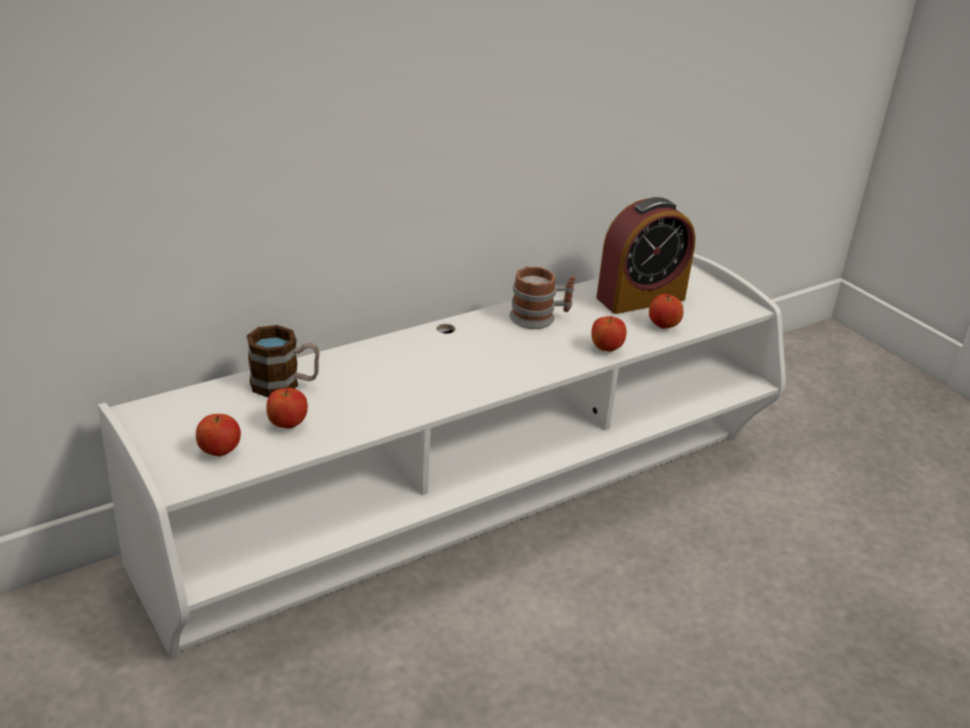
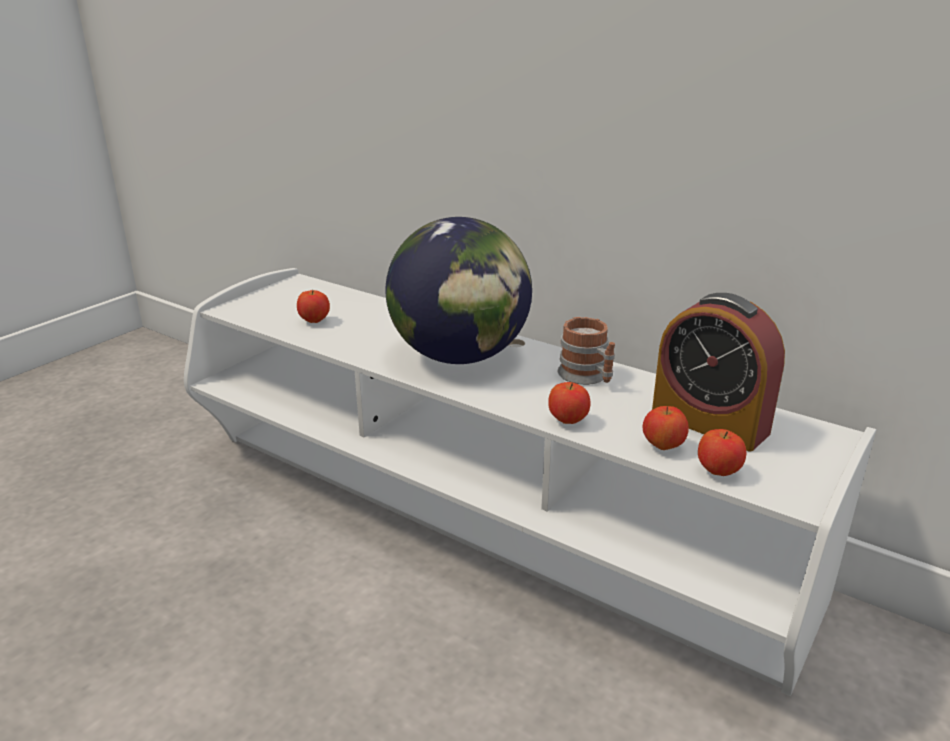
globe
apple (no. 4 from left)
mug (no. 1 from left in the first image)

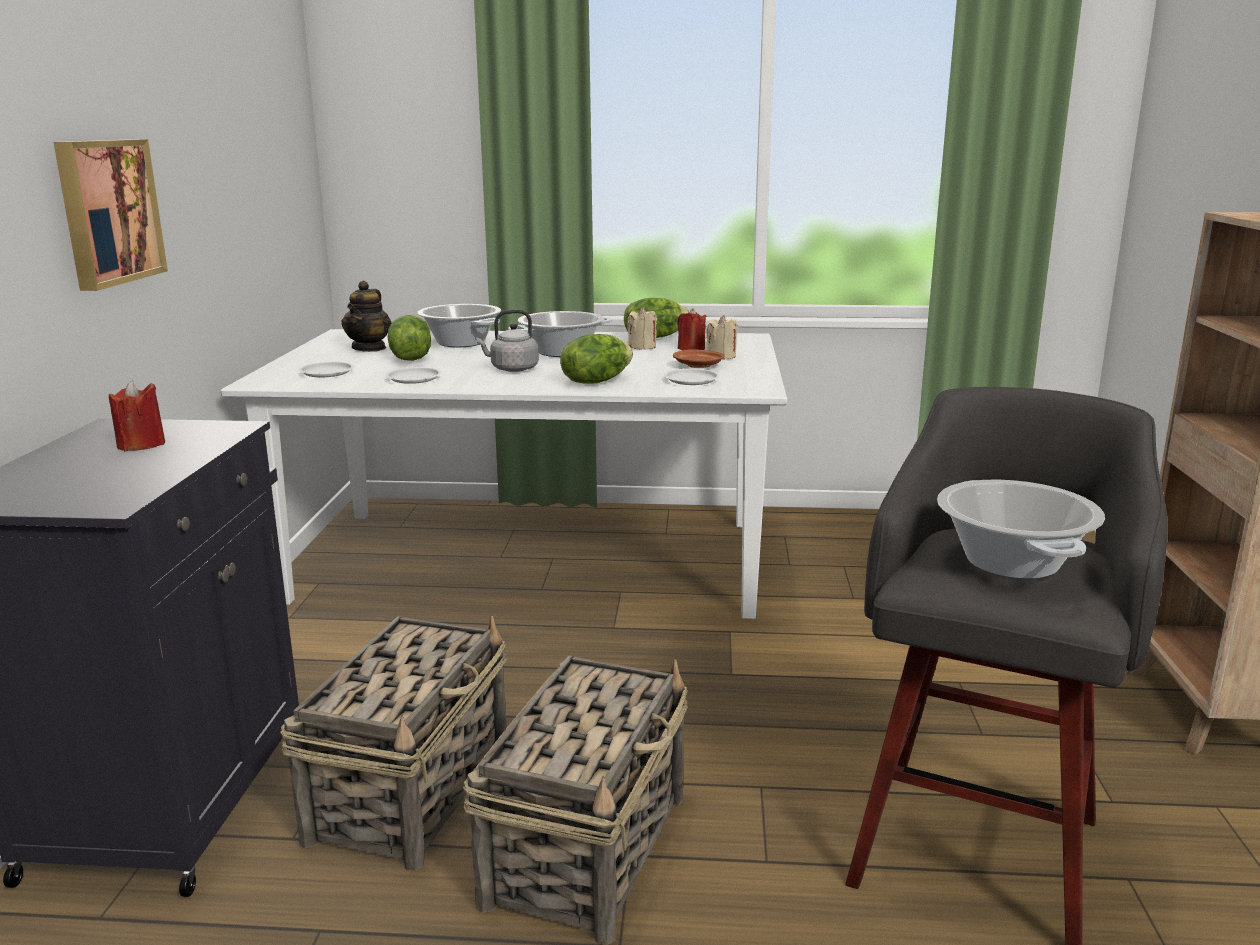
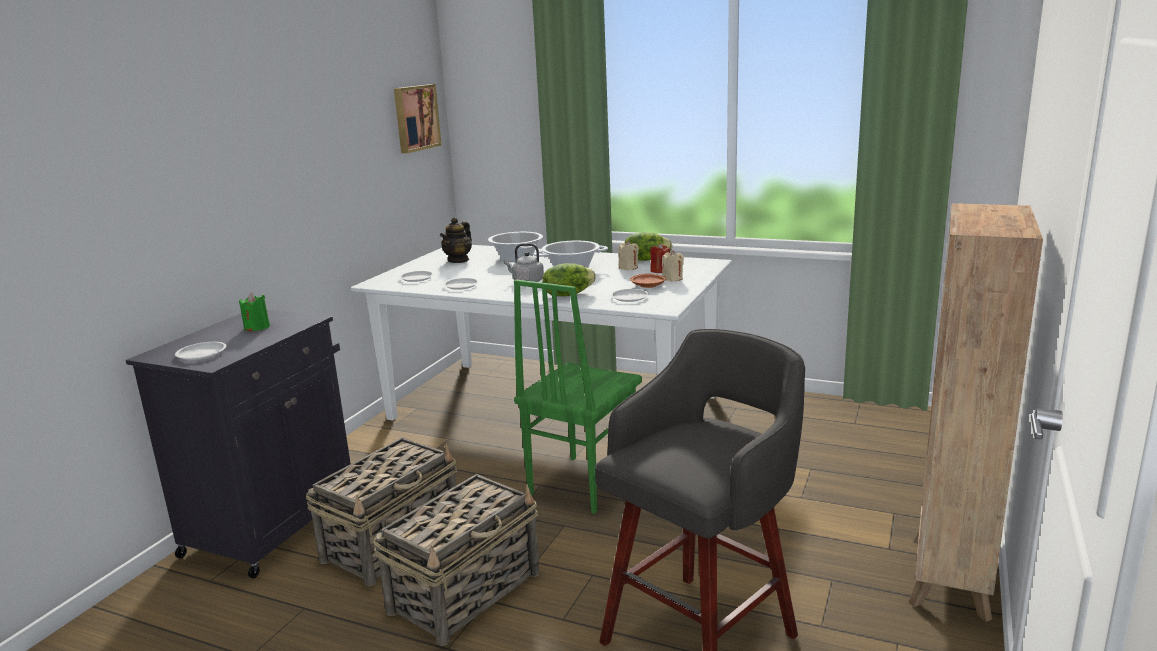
plate (white) (no. 1 from left)
candle (green)
picture
chair (green)
lettuce (no. 1 from left in the first image)
cooking pot (no. 3 from left in the first image)

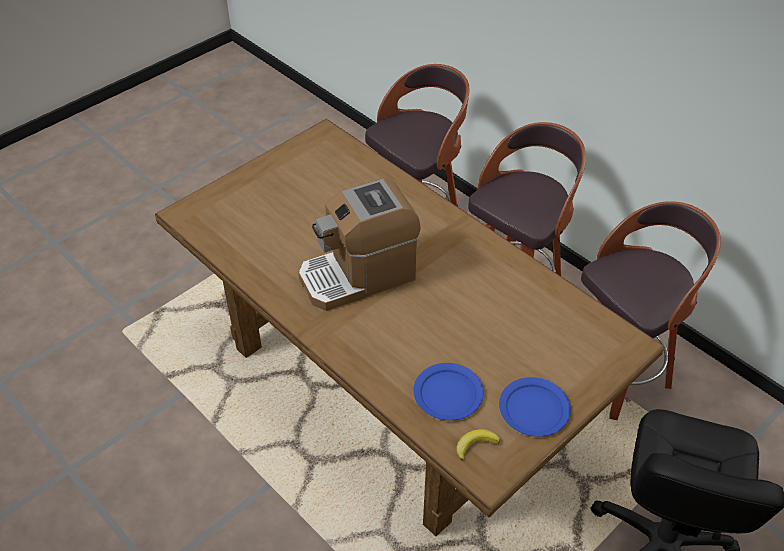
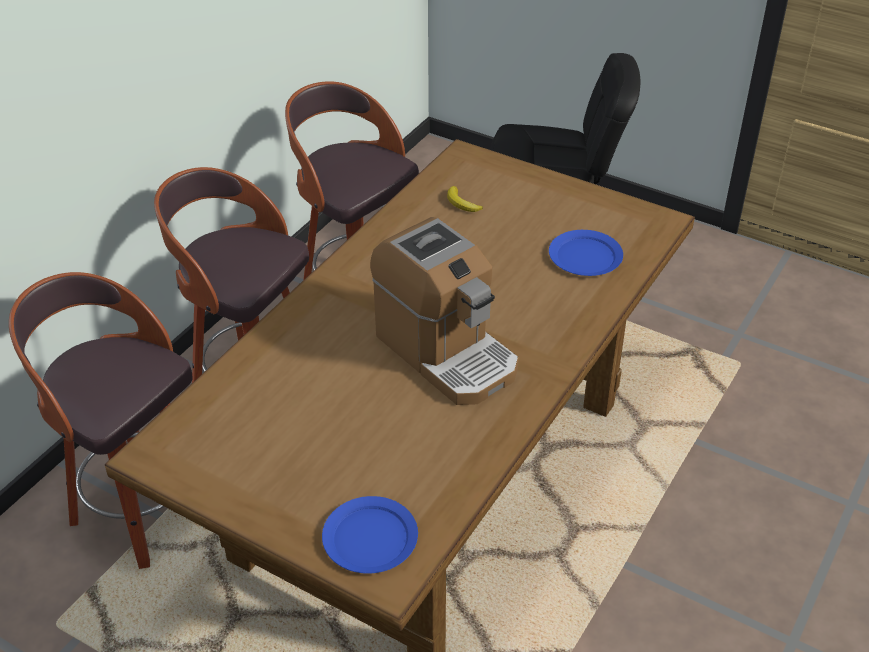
plate (blue) (no. 1 from left)
banana

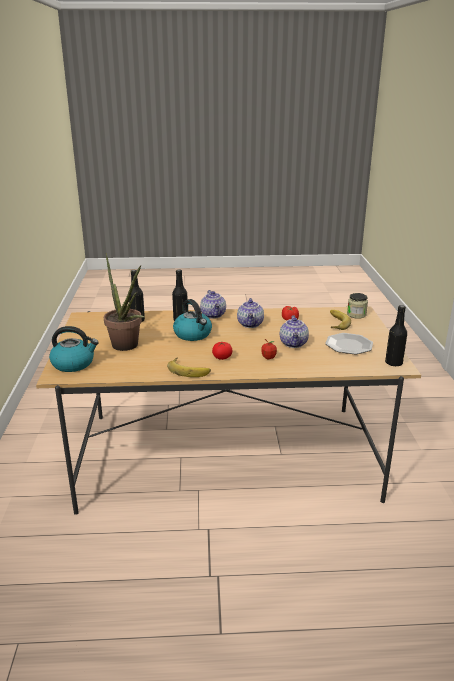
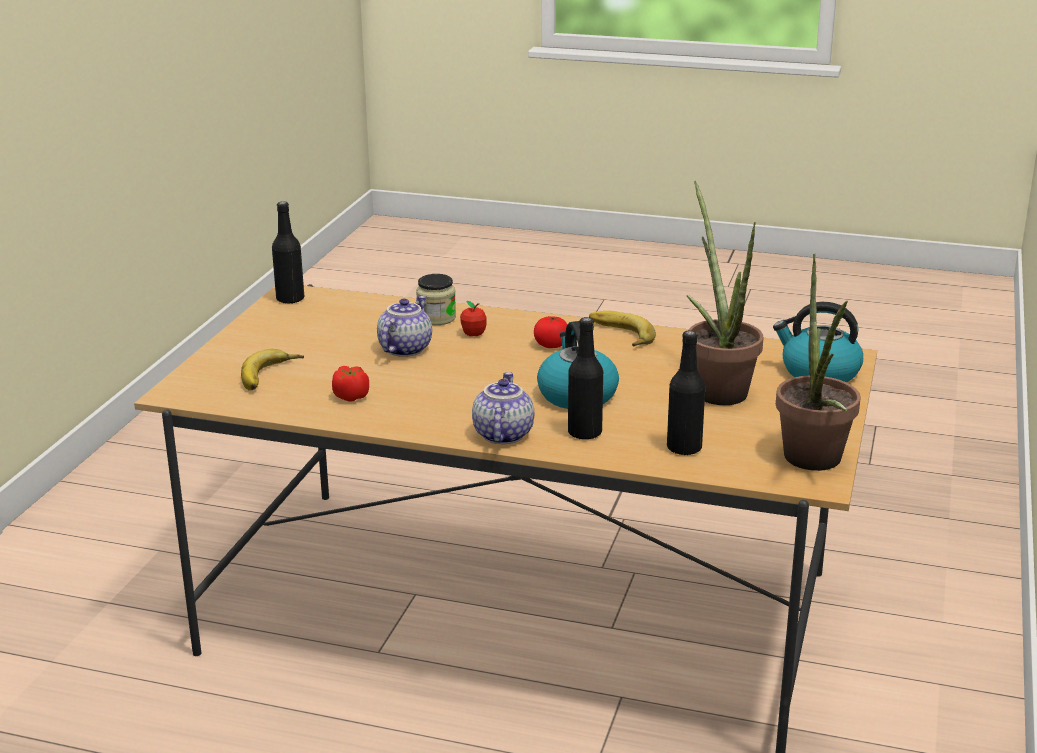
jar
potted plant (no. 2 from left)
teapot (no. 2 from left in the first image)
plate

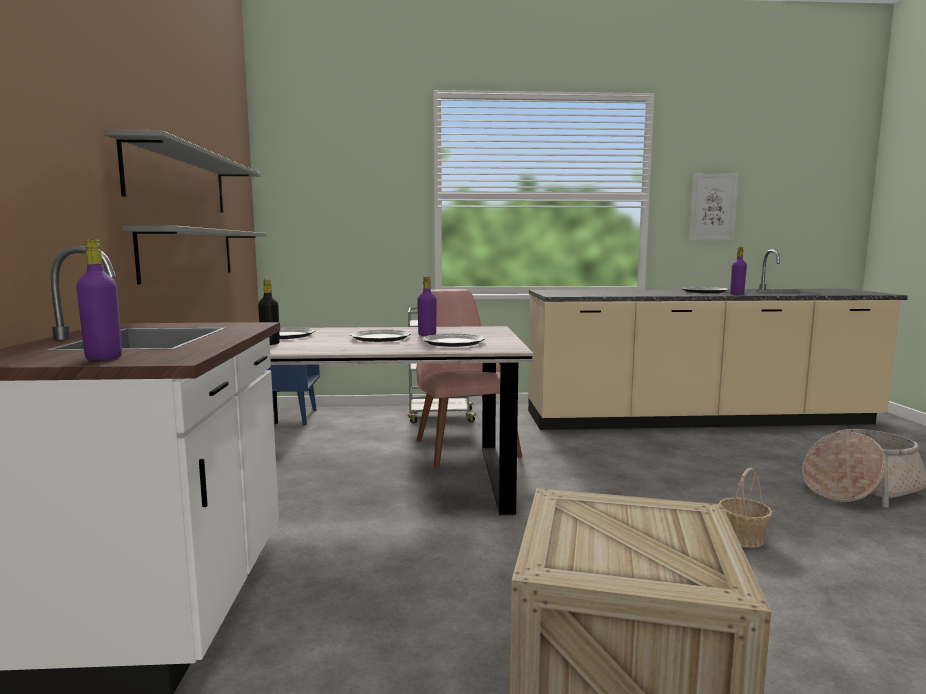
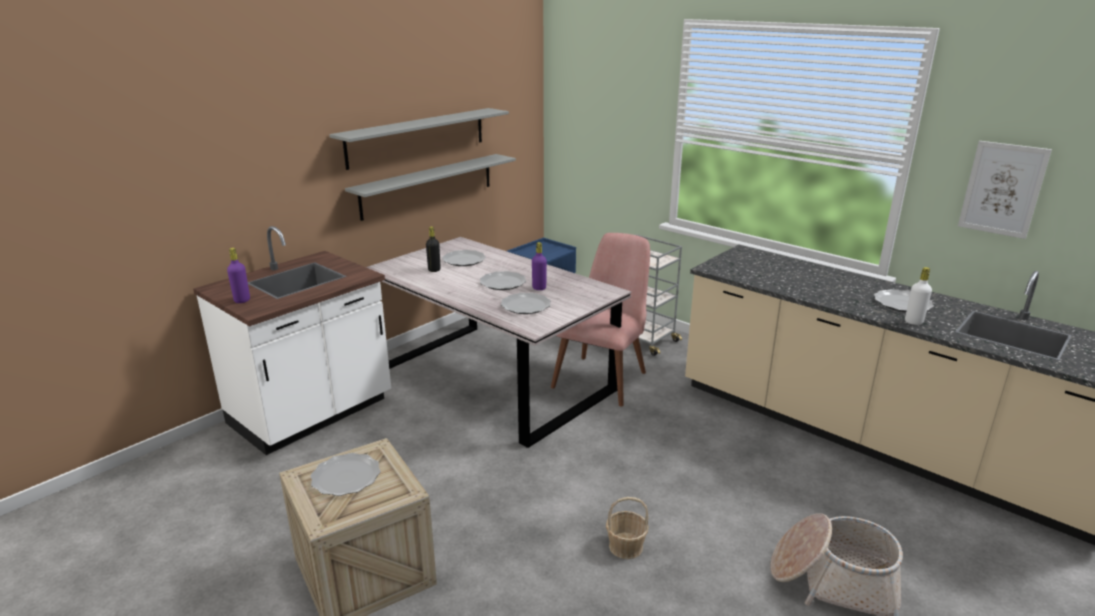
plate (no. 1 from left)
bottle (white)

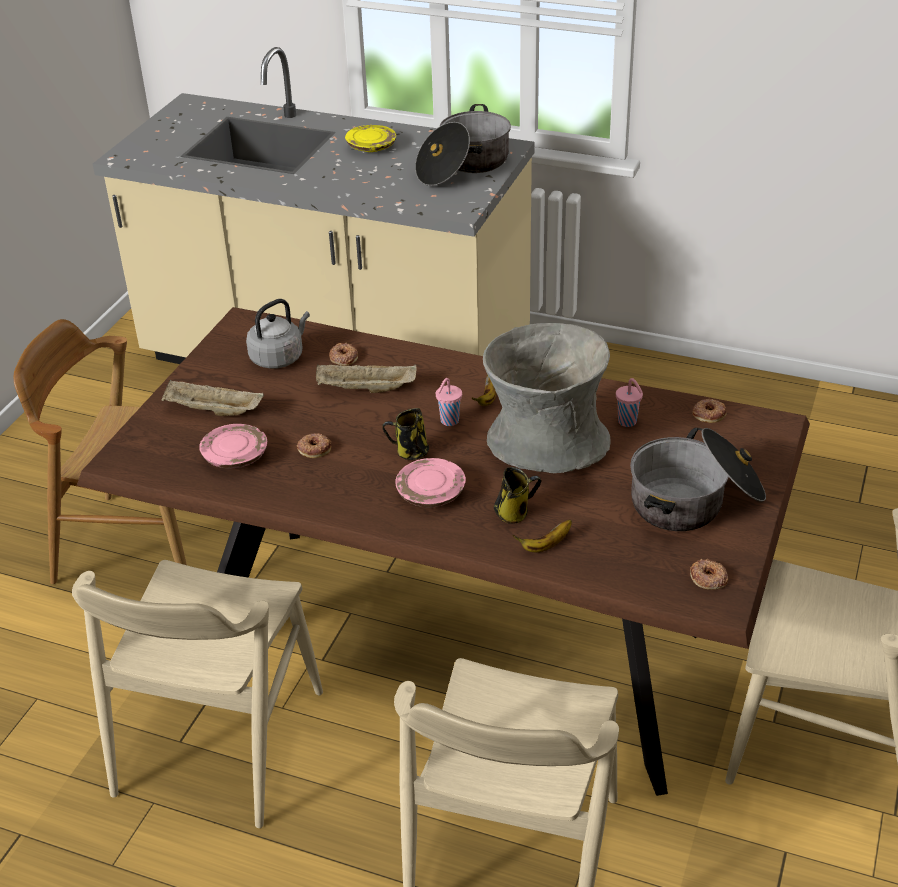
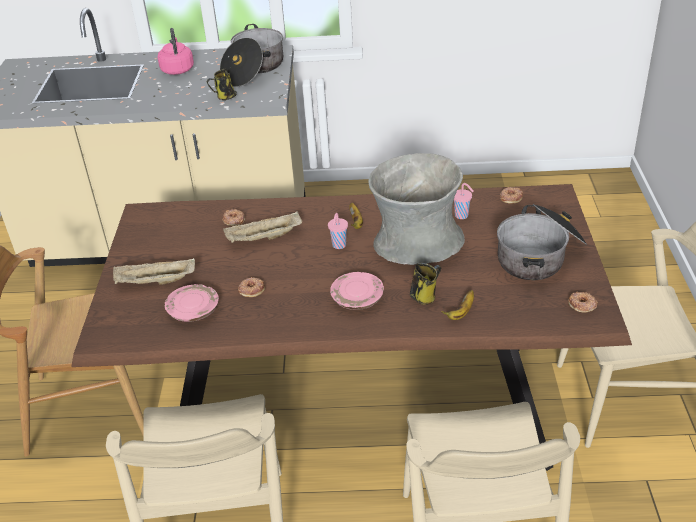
kettle (pink)
mug (no. 1 from left)
kettle (grey)

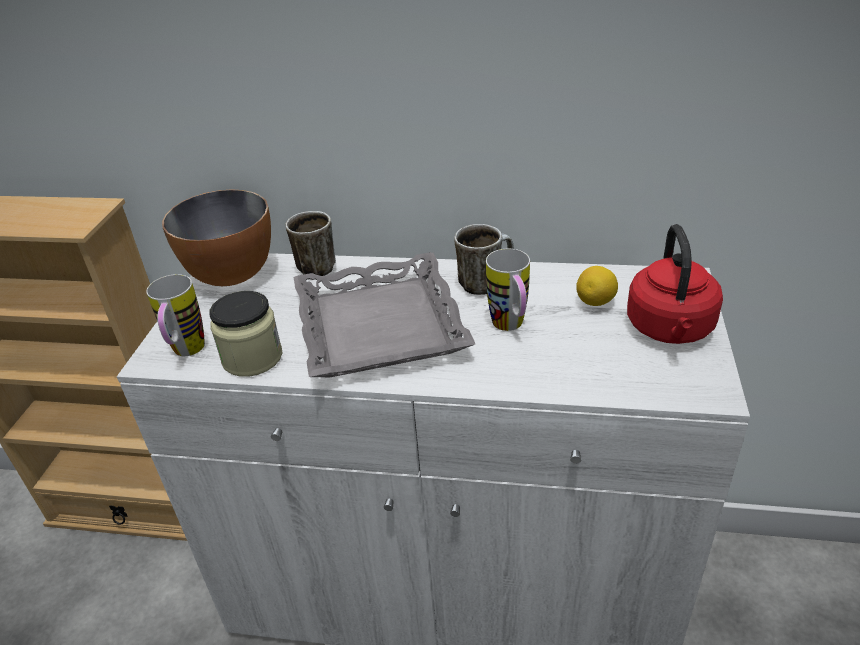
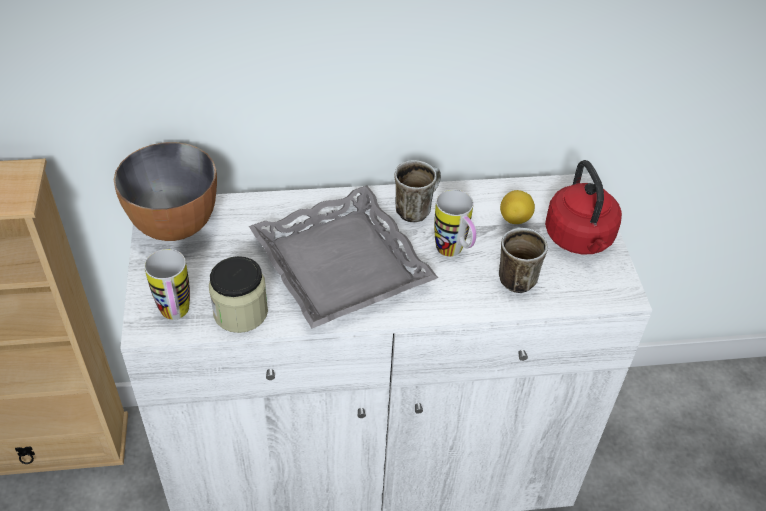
mug (no. 4 from left)

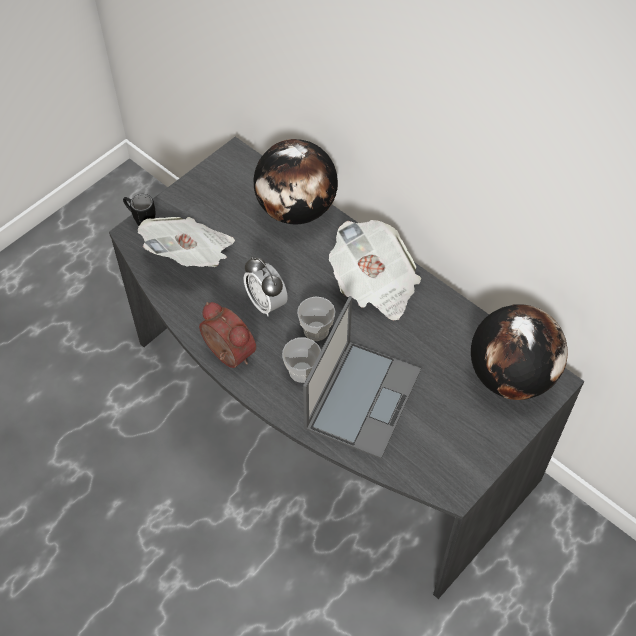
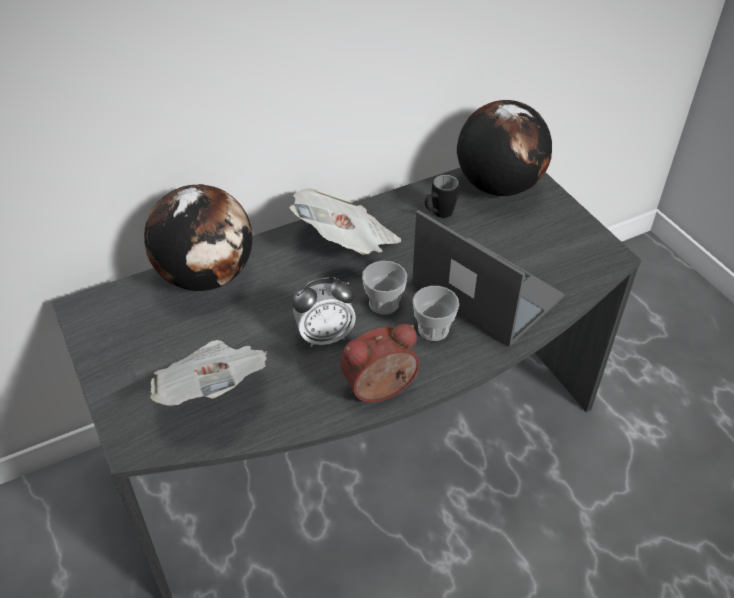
mug (black)

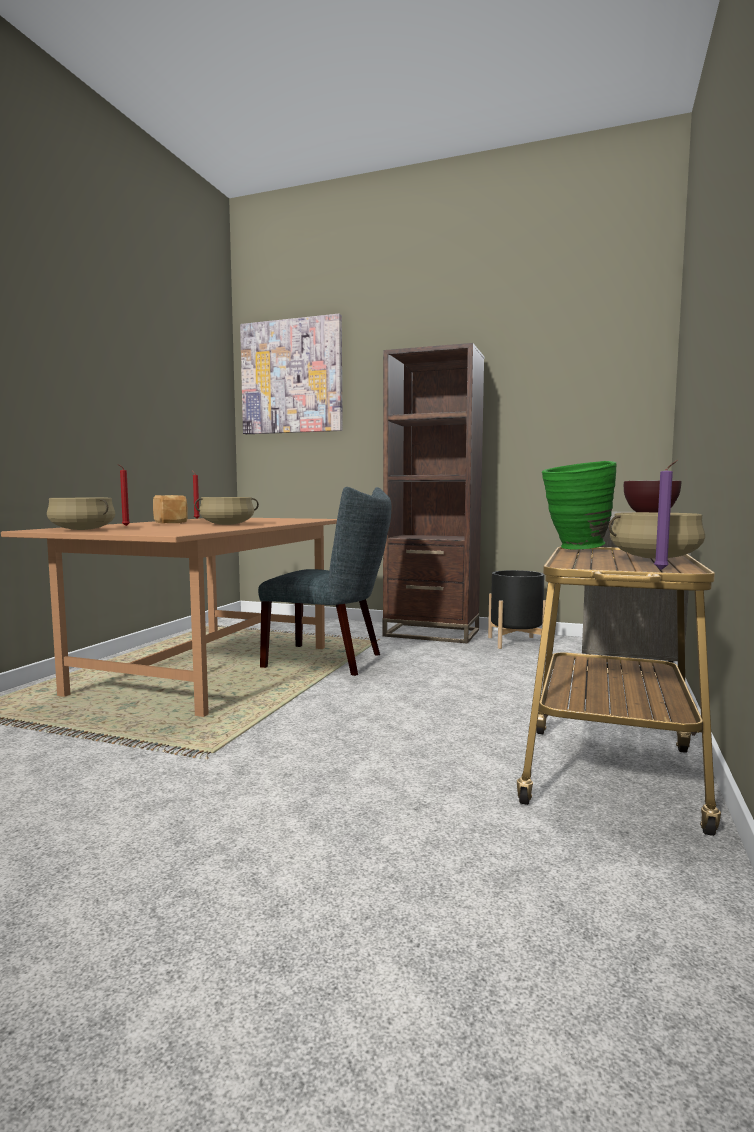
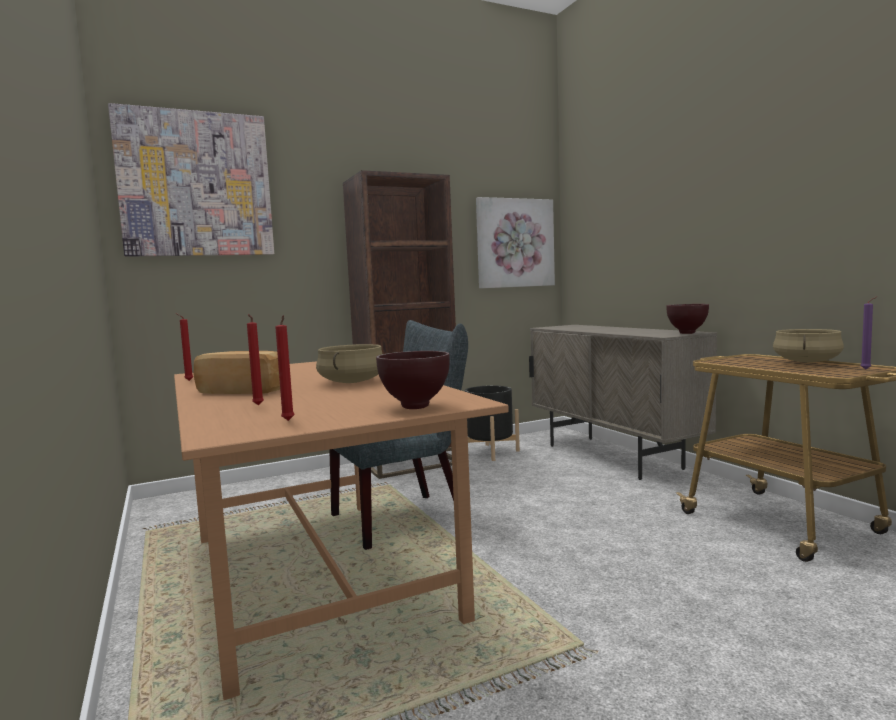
candle (red) (no. 3 from left)
bowl (brown) (no. 1 from left)
picture (no. 2 from left)
vase (green)

